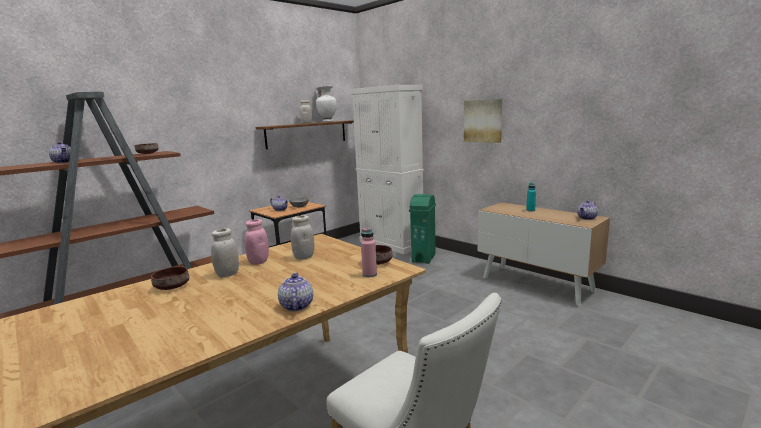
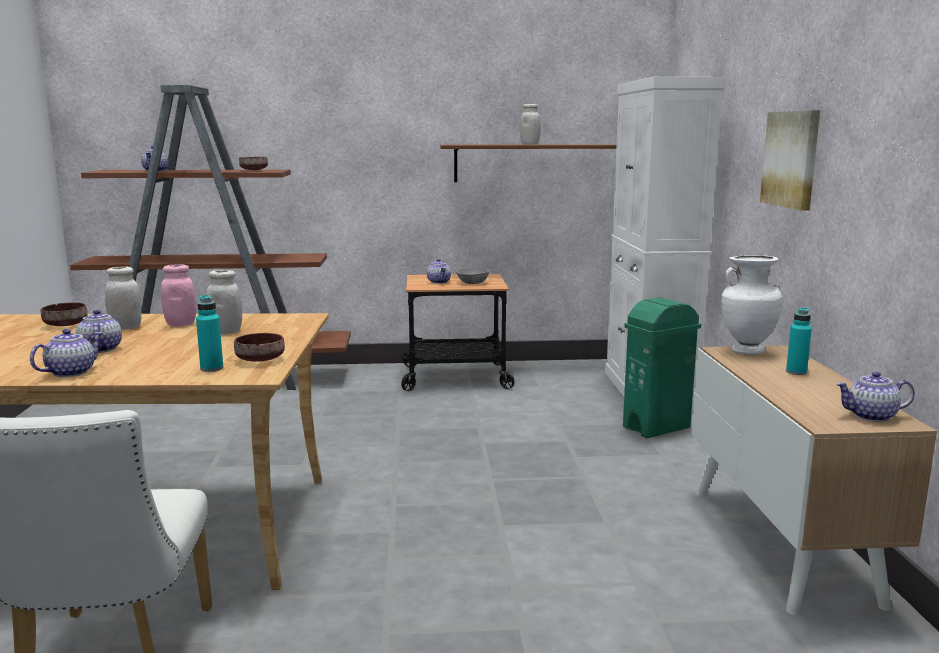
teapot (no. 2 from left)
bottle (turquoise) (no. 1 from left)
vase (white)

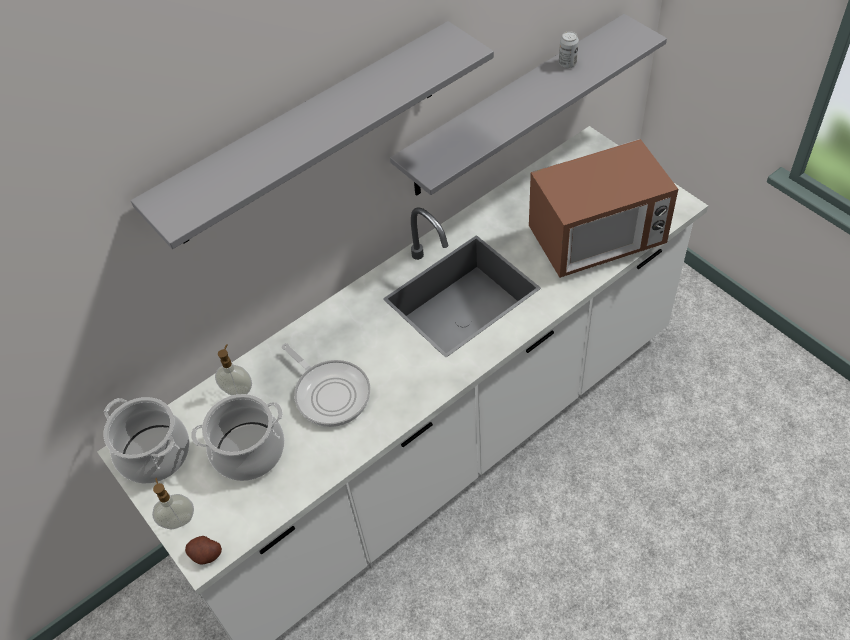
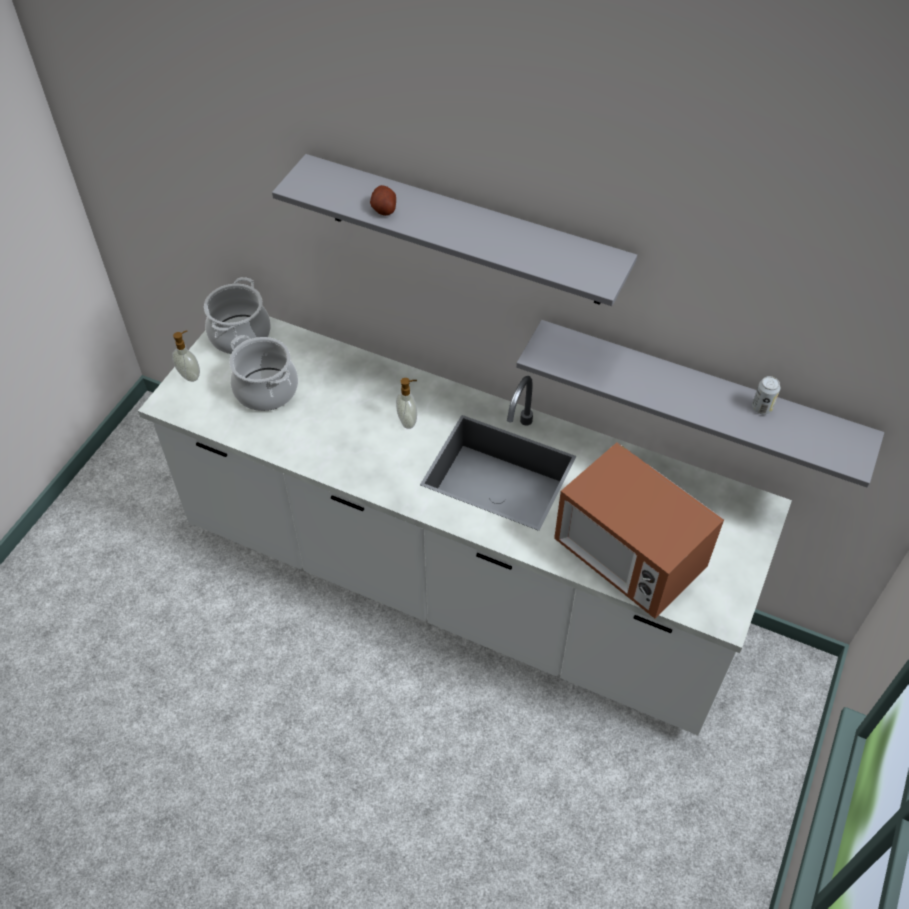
potato
soap dispenser (no. 2 from left)
frying pan

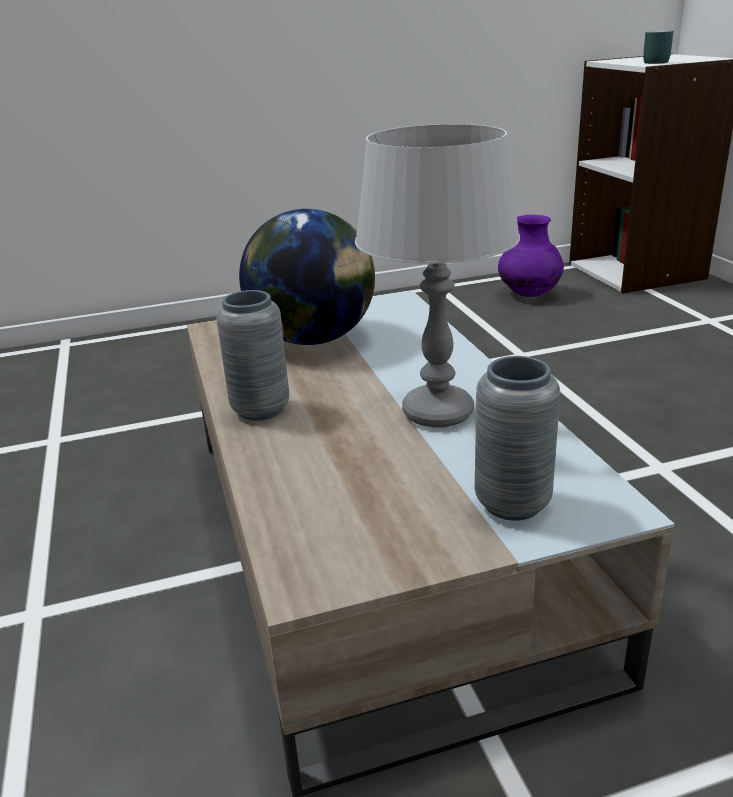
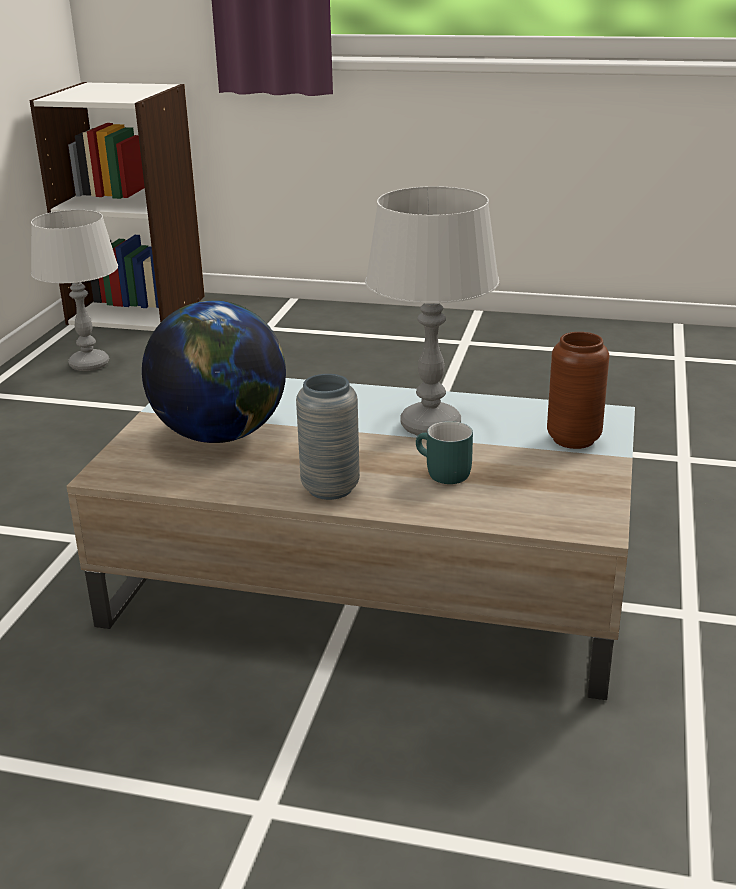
table lamp (grey) (no. 1 from left)
mug (turquoise)
vase (brown)

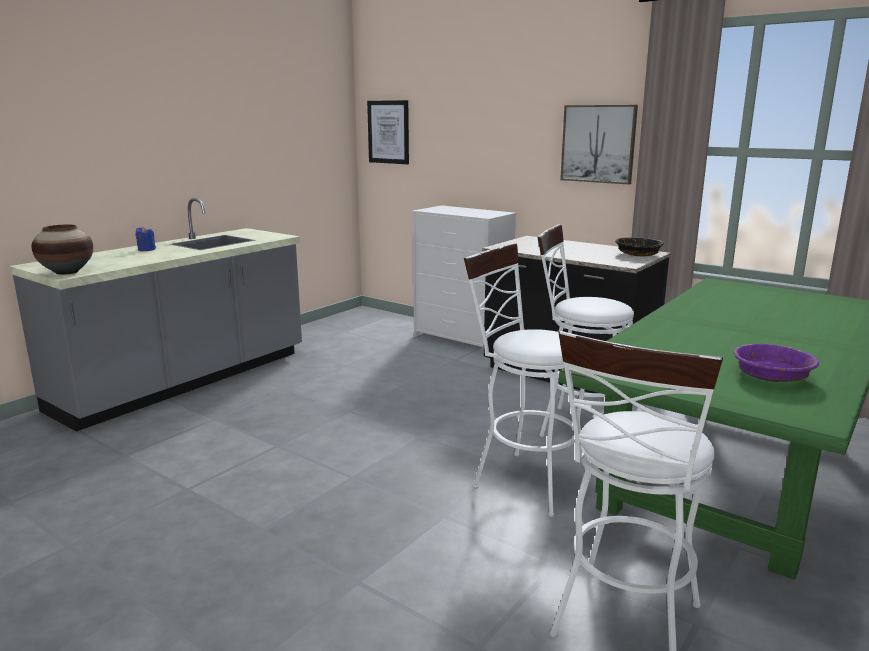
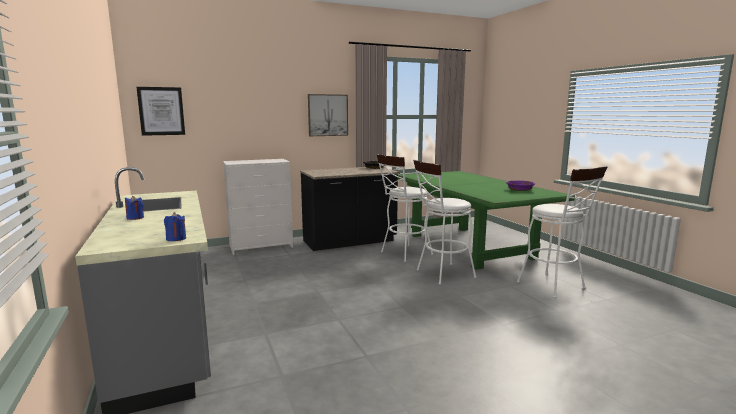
candle (blue) (no. 2 from left)

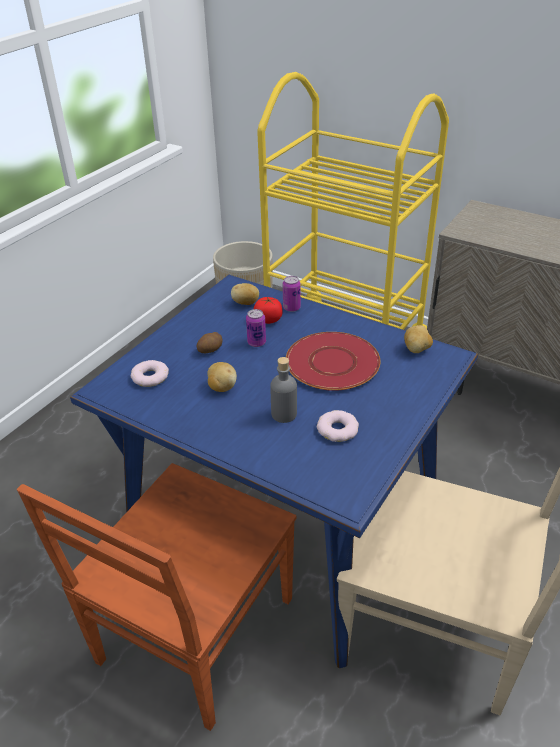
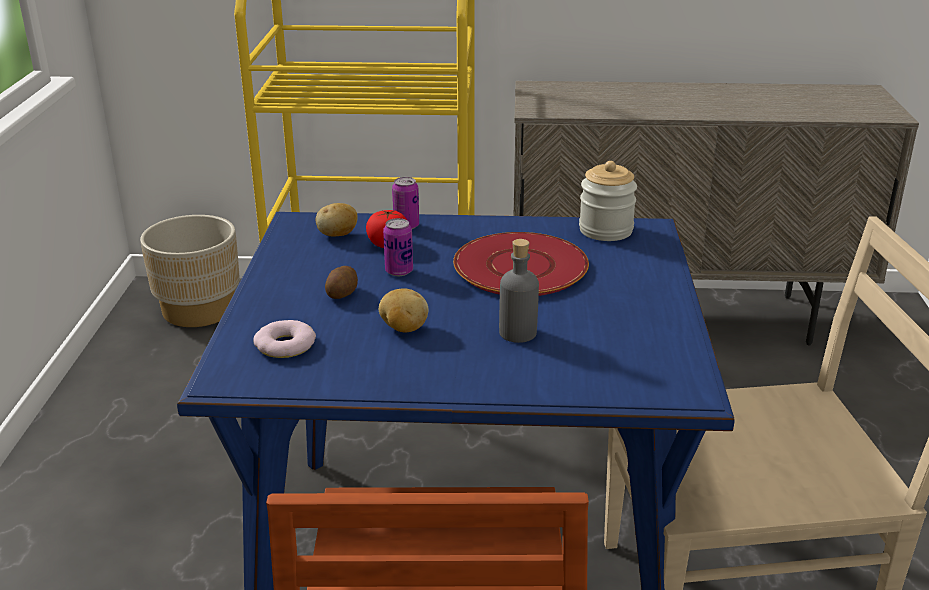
jar
donut (no. 2 from left in the first image)

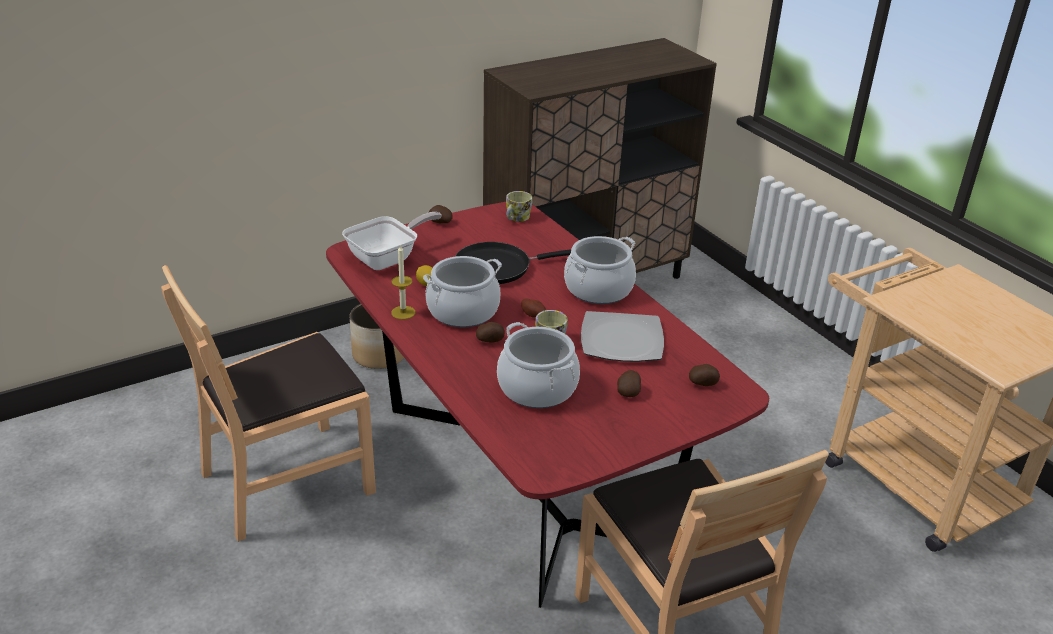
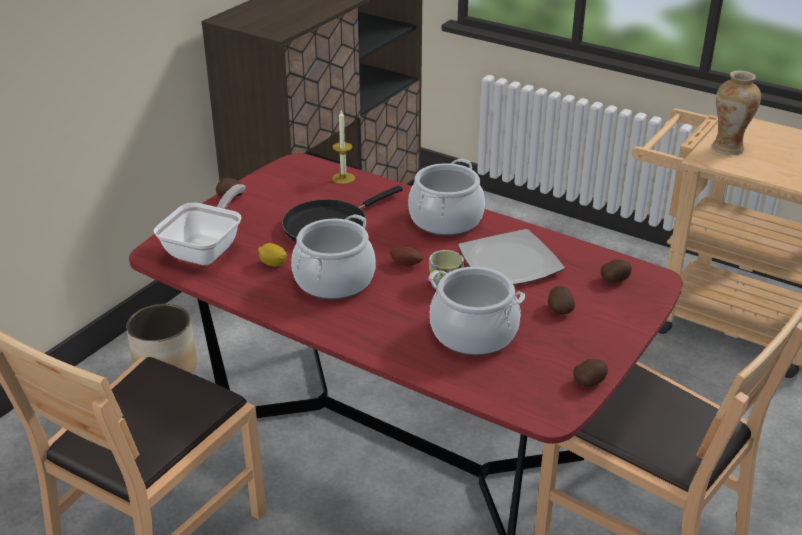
candle
potato (no. 4 from left)
vase
mug (no. 1 from left in the first image)

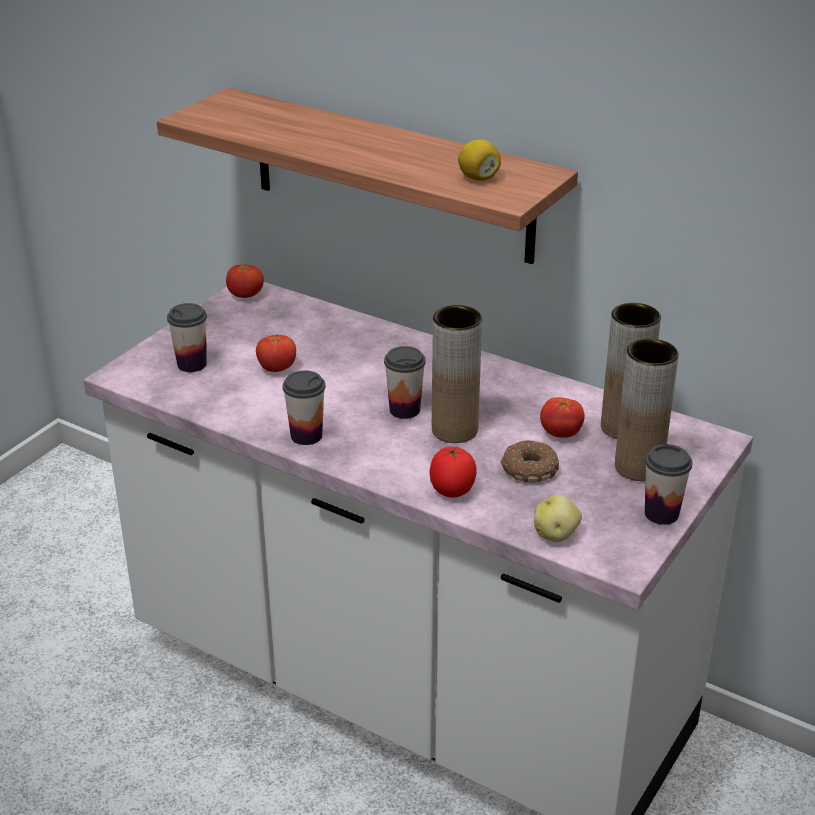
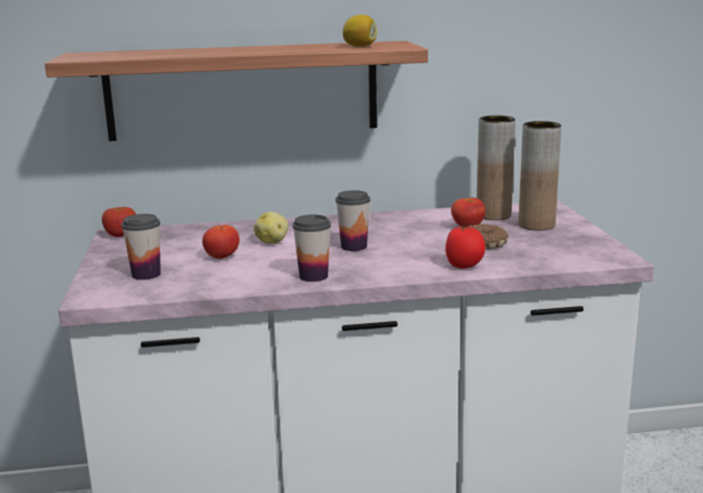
potato
vase (brown) (no. 1 from left in the first image)
cup (no. 4 from left in the first image)

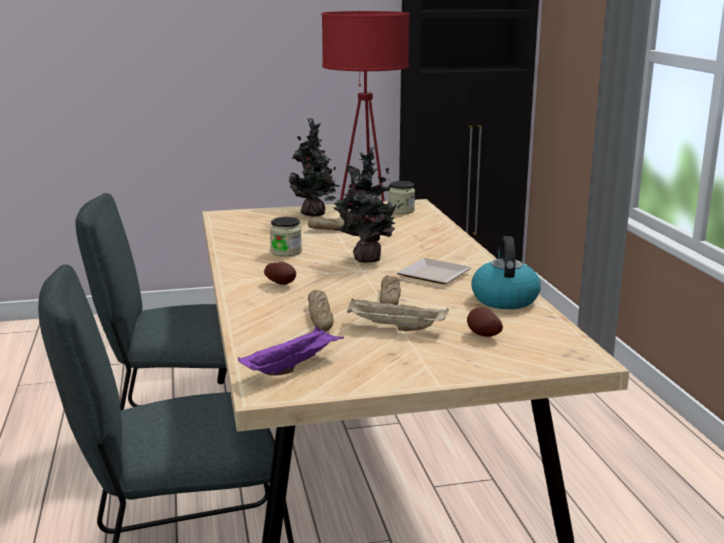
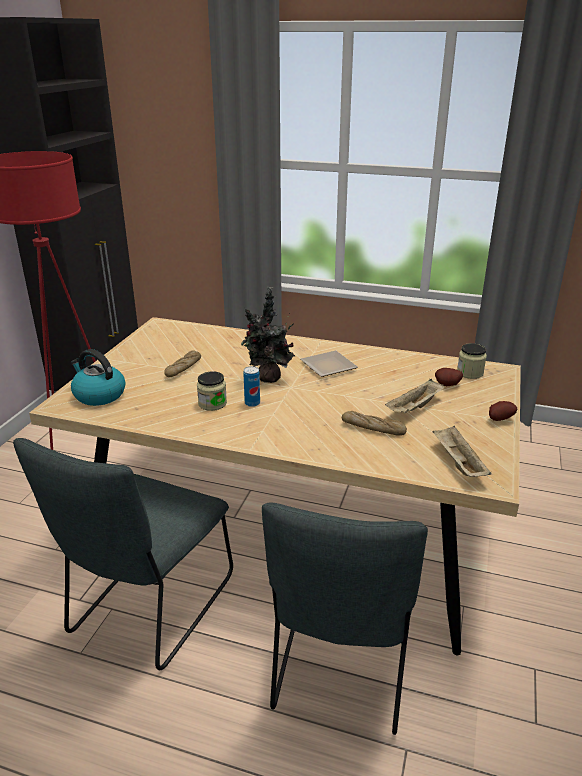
kettle
can
tray (beige) (no. 2 from left)
jar (no. 2 from left)
potato (no. 2 from left)
potted plant (no. 1 from left in the first image)
bread (no. 3 from left in the first image)

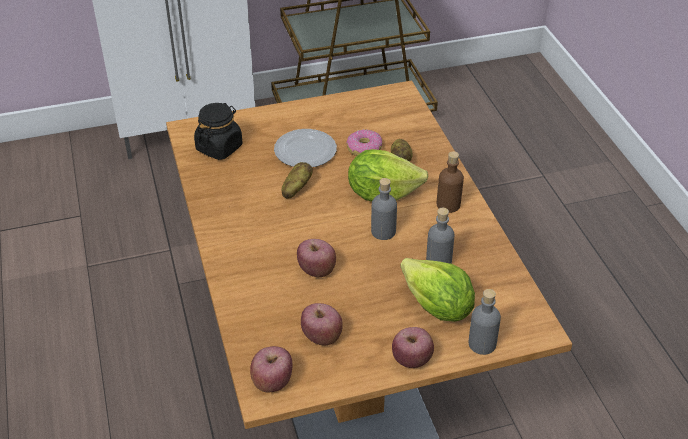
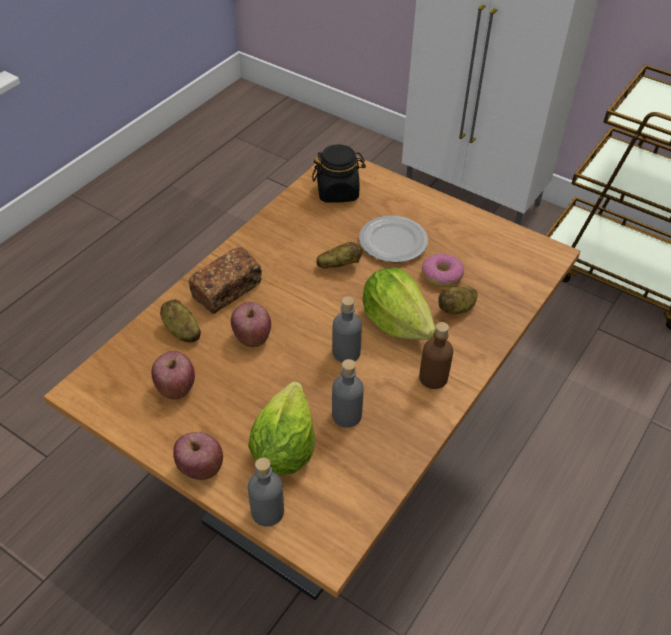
potato (no. 1 from left)
bread
apple (no. 1 from left in the first image)

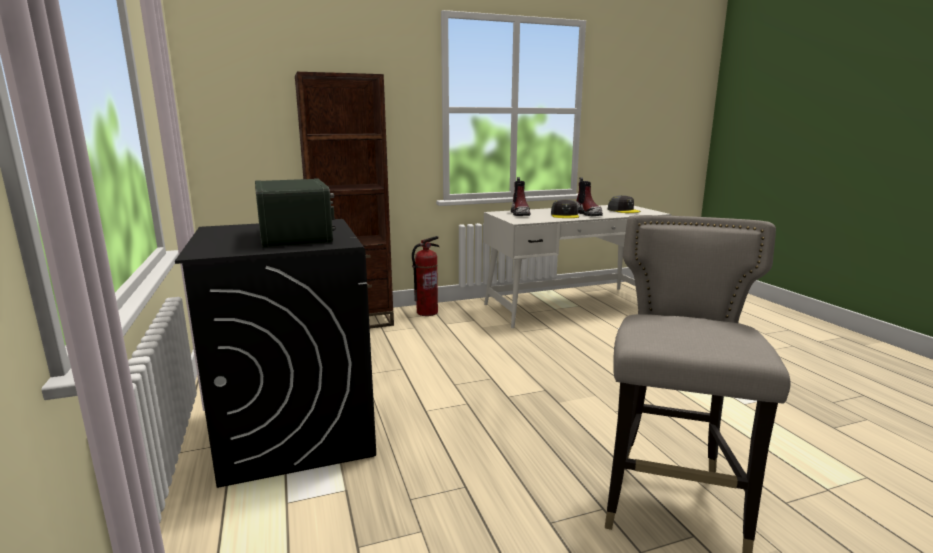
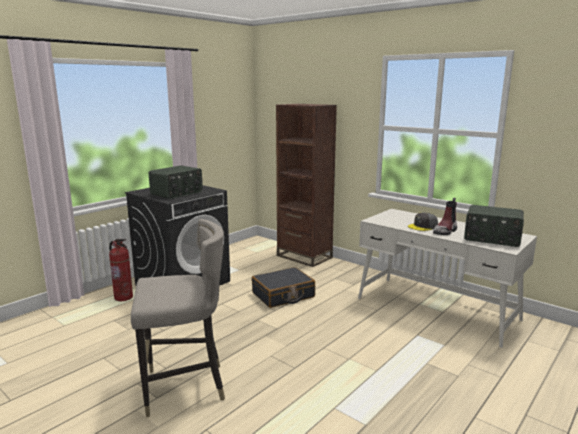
fire extinguisher
suitcase (black)
radio (no. 2 from left)
boot (no. 1 from left in the first image)

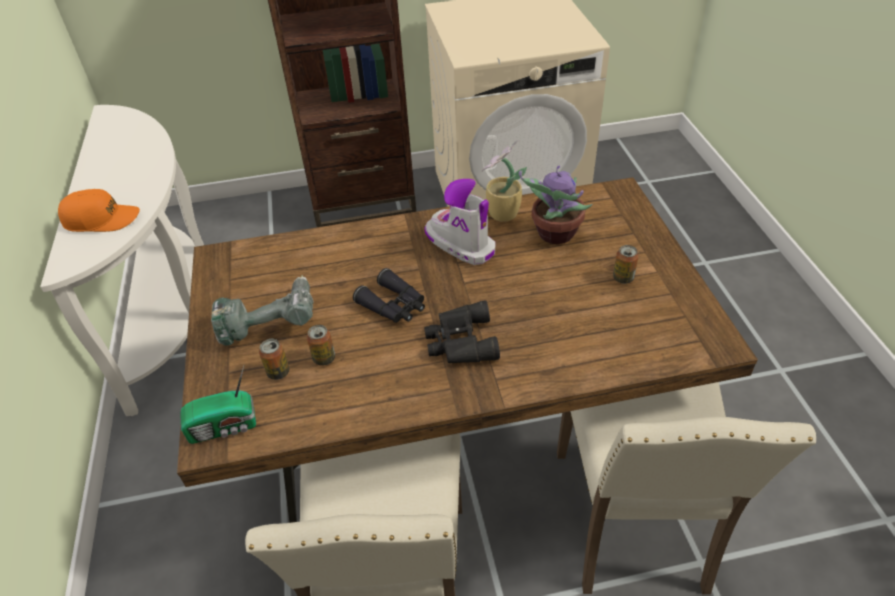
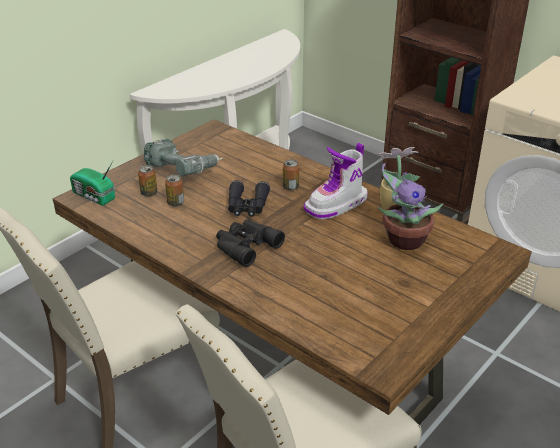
can (no. 3 from left)
boot
cap (orange)

